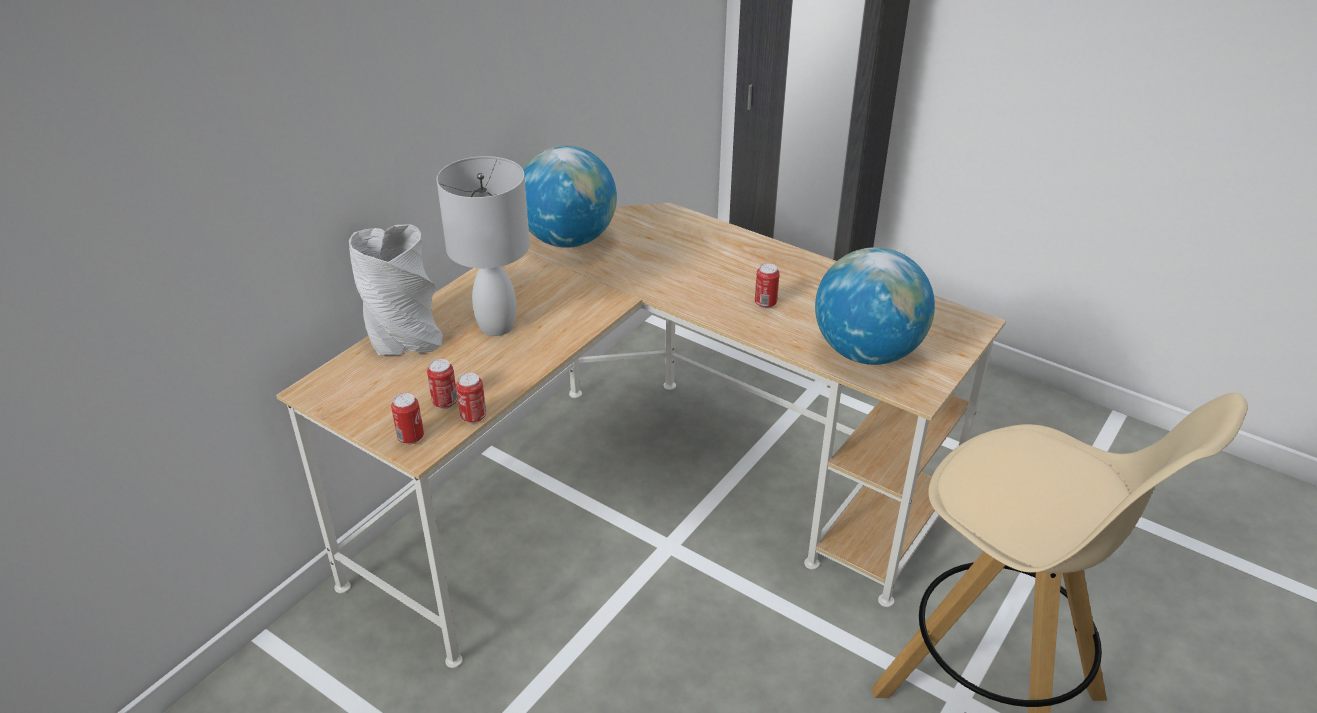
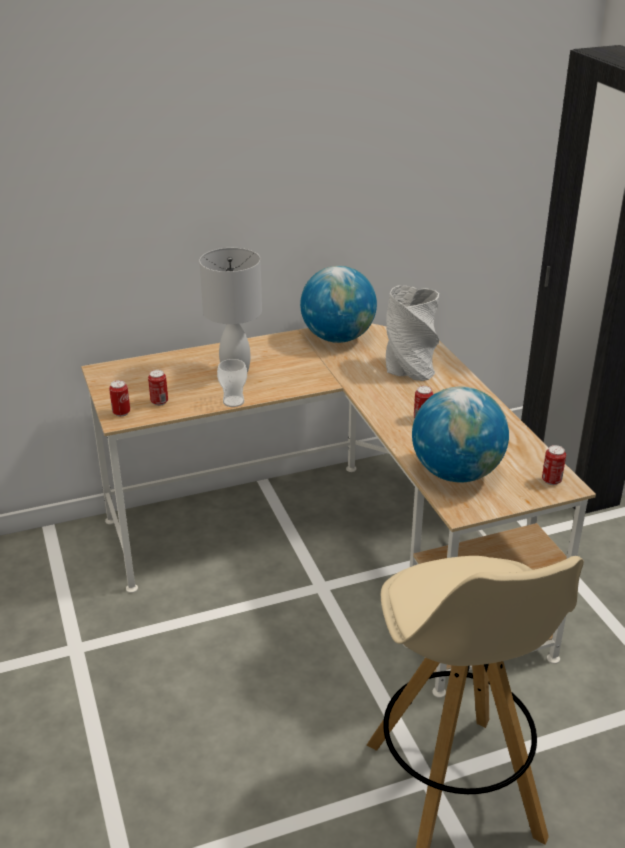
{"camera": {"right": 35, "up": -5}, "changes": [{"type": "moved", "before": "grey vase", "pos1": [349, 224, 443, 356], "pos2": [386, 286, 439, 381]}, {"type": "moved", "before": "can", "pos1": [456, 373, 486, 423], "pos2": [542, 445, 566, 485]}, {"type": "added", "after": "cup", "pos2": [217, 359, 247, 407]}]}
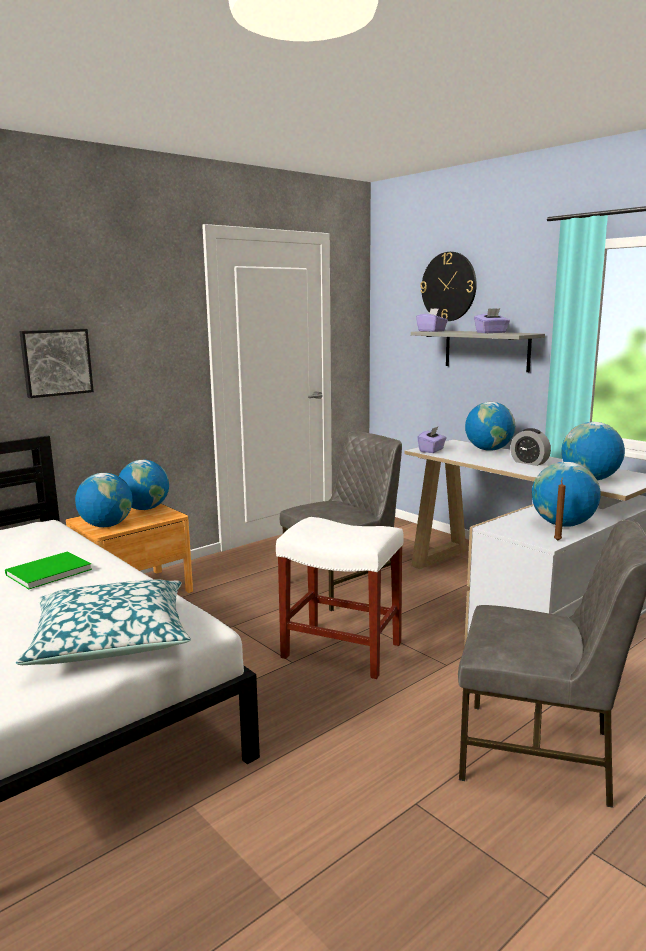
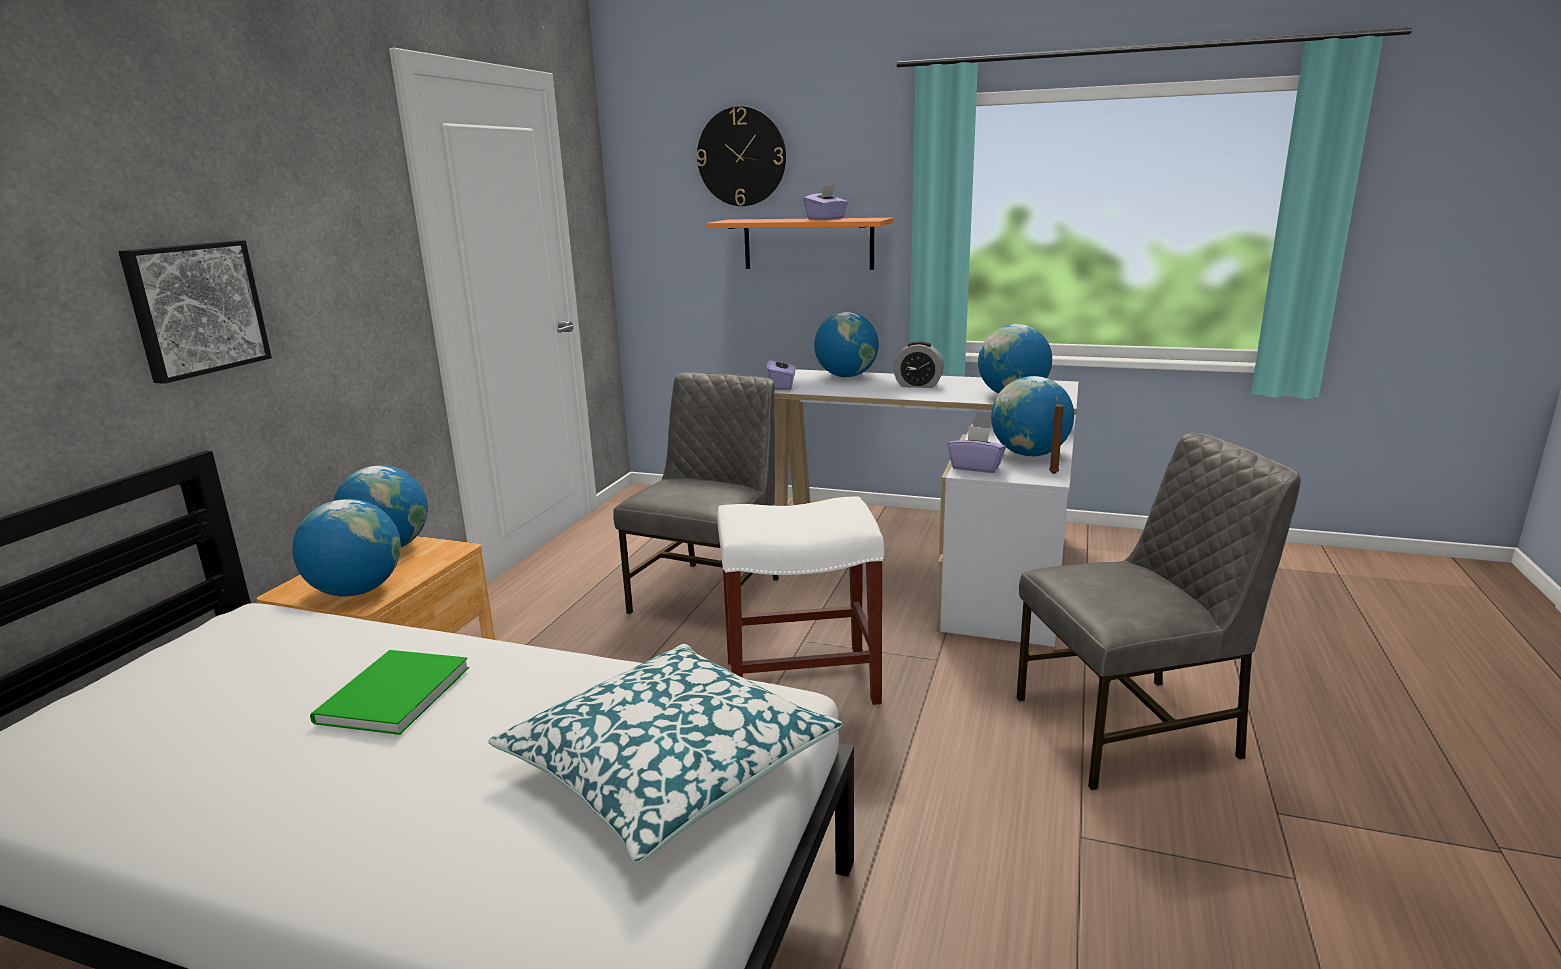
{"camera": {"right": -30, "up": 5}, "changes": [{"type": "moved", "before": "purple tissue box", "pos1": [416, 308, 448, 332], "pos2": [947, 426, 1006, 473]}, {"type": "recoloured", "before": "grey shelf", "after": "orange shelf", "pos1": [411, 331, 545, 372], "pos2": [706, 218, 893, 270]}]}
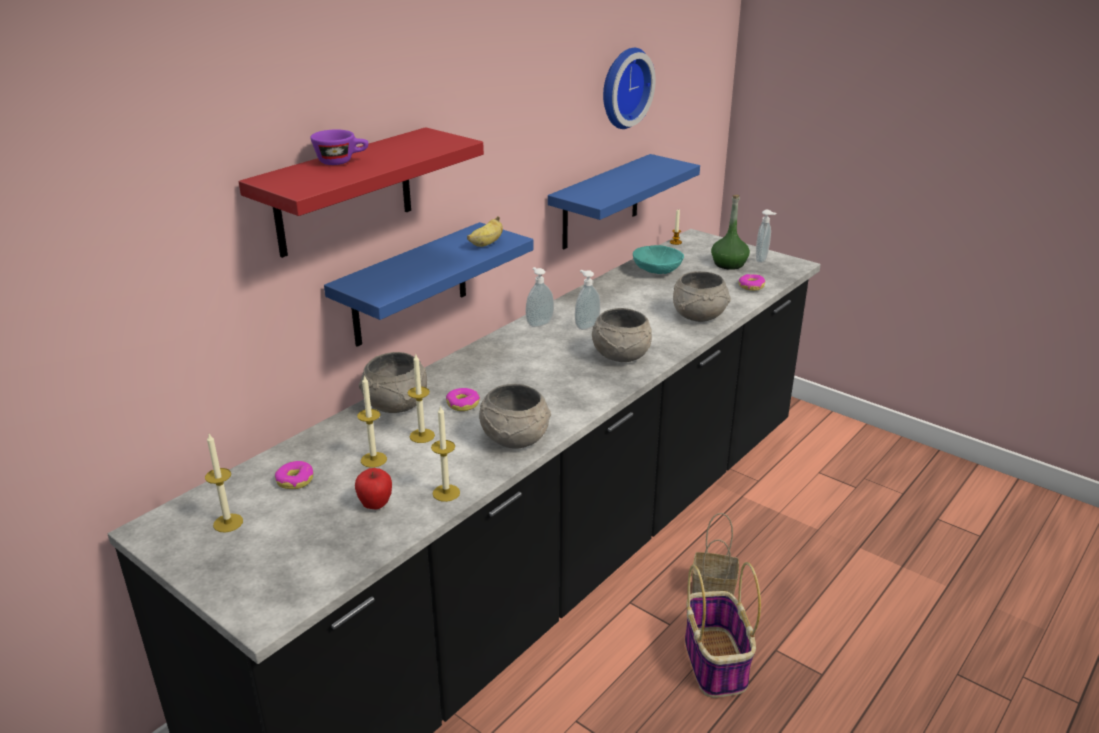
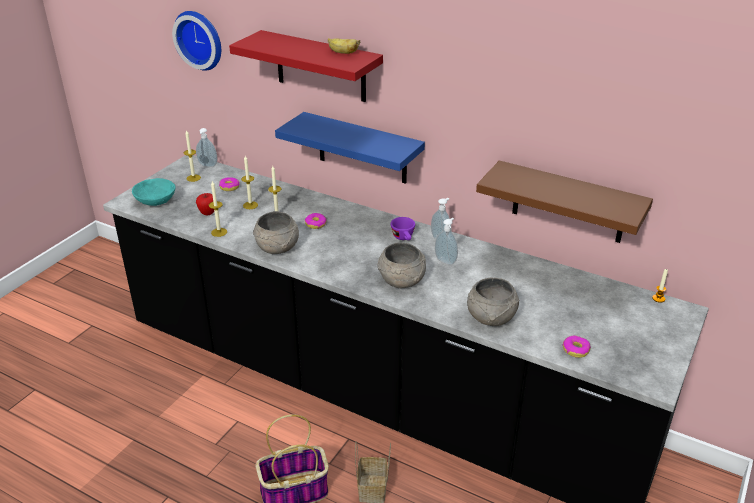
{"camera": {"right": 80, "up": 5}, "changes": [{"type": "moved", "before": "wall clock", "pos1": [603, 48, 656, 129], "pos2": [172, 11, 221, 71]}, {"type": "moved", "before": "purple cup", "pos1": [310, 129, 369, 165], "pos2": [391, 217, 415, 240]}, {"type": "recoloured", "before": "blue shelf", "after": "brown shelf", "pos1": [548, 154, 700, 249], "pos2": [476, 160, 653, 243]}, {"type": "removed", "before": "green bottle", "pos1": [711, 195, 750, 270]}, {"type": "moved", "before": "soap dispenser", "pos1": [756, 210, 777, 263], "pos2": [196, 128, 218, 167]}, {"type": "moved", "before": "banana", "pos1": [467, 216, 503, 247], "pos2": [328, 38, 360, 54]}, {"type": "moved", "before": "turquoise bowl", "pos1": [633, 245, 684, 274], "pos2": [132, 178, 176, 206]}, {"type": "removed", "before": "grey bowl", "pos1": [359, 352, 427, 413]}]}
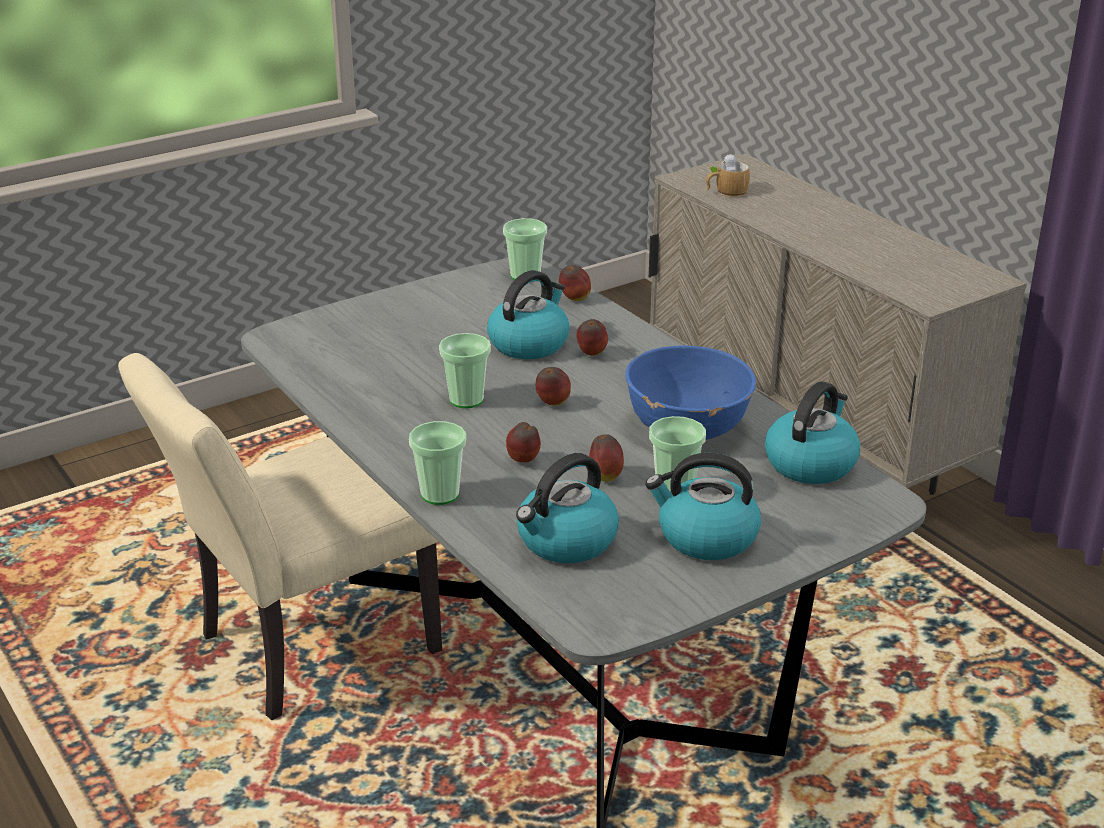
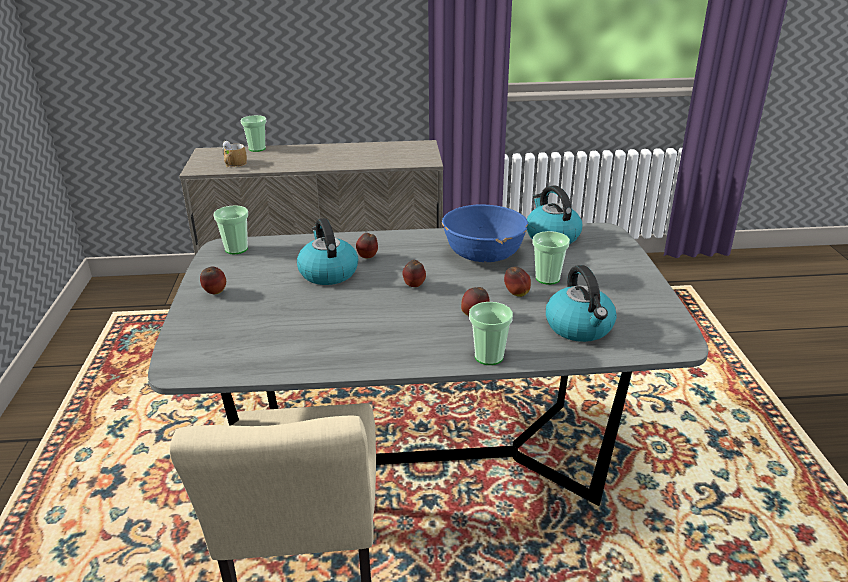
{"camera": {"right": -60, "up": 0}, "changes": [{"type": "moved", "before": "apple", "pos1": [559, 265, 591, 301], "pos2": [200, 267, 226, 294]}, {"type": "moved", "before": "cup", "pos1": [439, 333, 491, 408], "pos2": [240, 115, 266, 152]}, {"type": "removed", "before": "kettle", "pos1": [645, 453, 761, 560]}]}
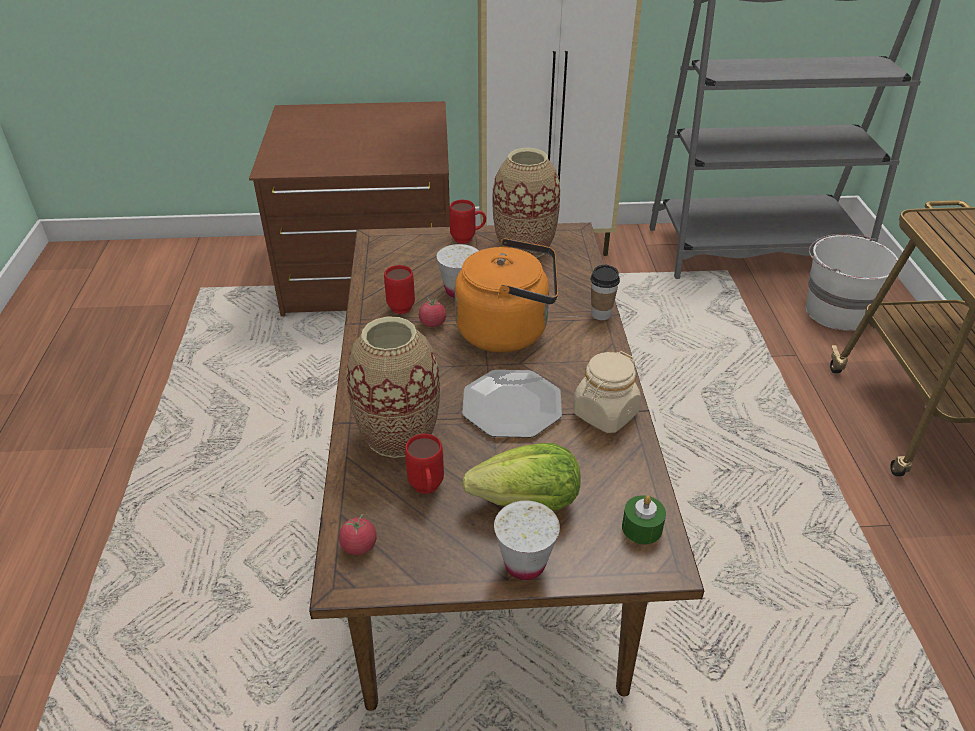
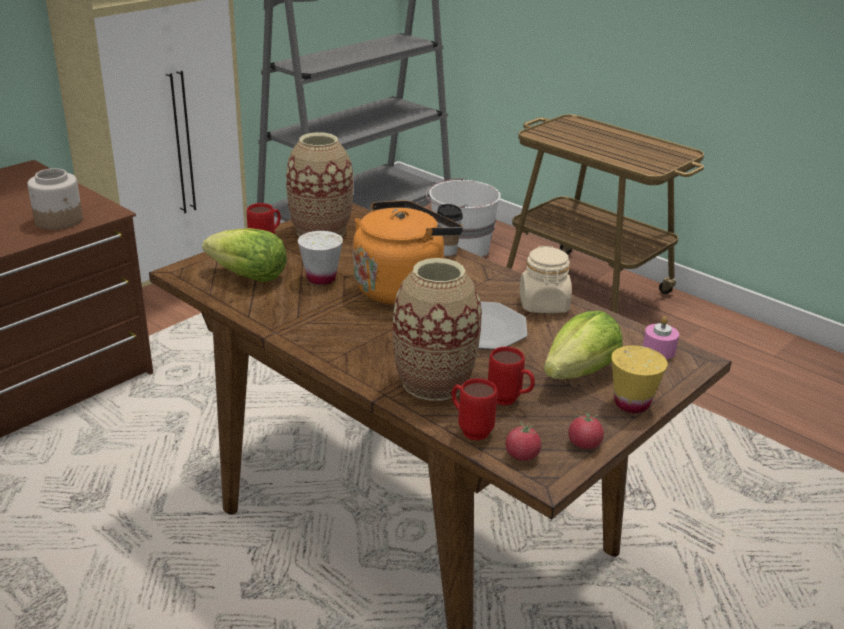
{"camera": {"right": -45, "up": -10}, "changes": [{"type": "moved", "before": "red mug", "pos1": [384, 265, 415, 314], "pos2": [452, 378, 497, 441]}, {"type": "moved", "before": "tomato", "pos1": [419, 297, 446, 327], "pos2": [568, 410, 604, 449]}, {"type": "recoloured", "before": "green candle", "after": "pink candle", "pos1": [622, 495, 666, 545], "pos2": [643, 316, 679, 359]}, {"type": "recoloured", "before": "white cup", "after": "yellow cup", "pos1": [494, 500, 560, 580], "pos2": [611, 345, 668, 413]}, {"type": "added", "after": "jar", "pos2": [27, 168, 83, 230]}, {"type": "added", "after": "lettuce", "pos2": [202, 228, 287, 282]}]}
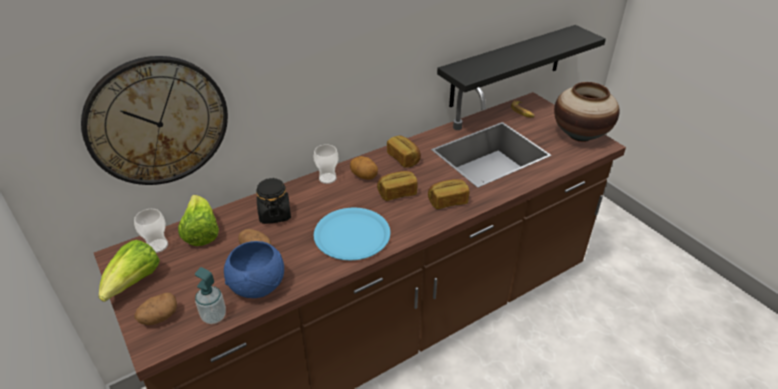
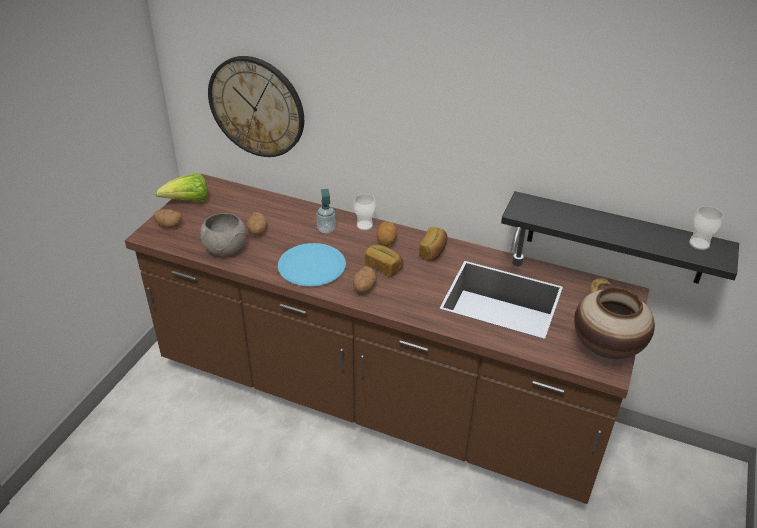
{"camera": {"right": 55, "up": 0}, "changes": [{"type": "removed", "before": "black jar", "pos1": [256, 177, 291, 224]}, {"type": "removed", "before": "bread", "pos1": [428, 179, 469, 209]}, {"type": "removed", "before": "lettuce", "pos1": [178, 195, 219, 246]}, {"type": "moved", "before": "cup", "pos1": [134, 209, 168, 253], "pos2": [689, 206, 724, 250]}, {"type": "recoloured", "before": "blue bowl", "after": "grey bowl", "pos1": [224, 241, 284, 298], "pos2": [200, 213, 247, 255]}, {"type": "moved", "before": "soap dispenser", "pos1": [195, 267, 226, 324], "pos2": [317, 189, 336, 234]}, {"type": "added", "after": "potato", "pos2": [353, 266, 377, 293]}]}
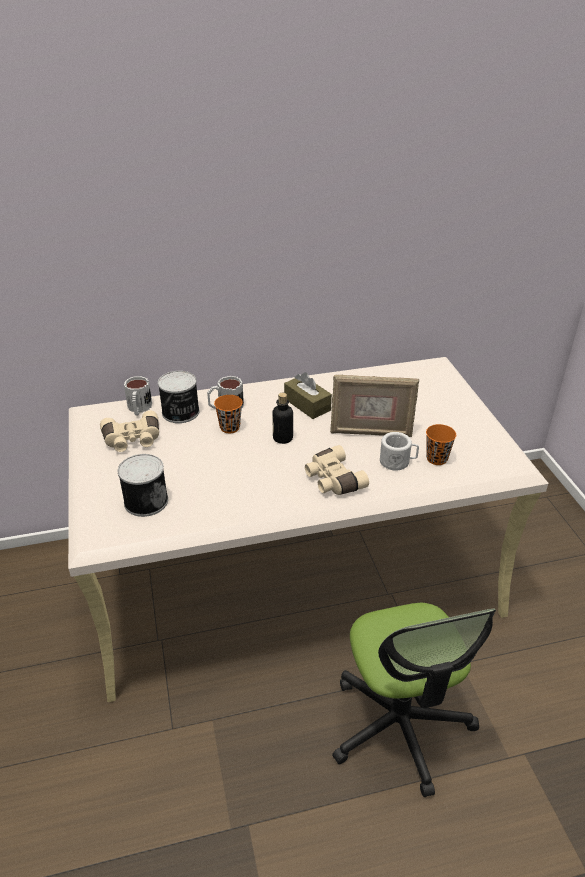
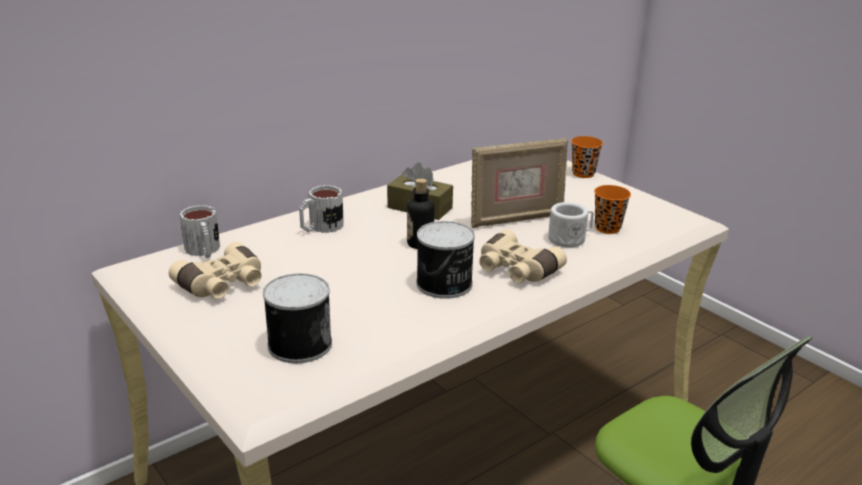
{"camera": {"right": -25, "up": -10}, "changes": [{"type": "moved", "before": "can", "pos1": [158, 371, 199, 423], "pos2": [416, 221, 475, 299]}, {"type": "moved", "before": "orange cup", "pos1": [214, 395, 243, 433], "pos2": [571, 136, 603, 178]}]}
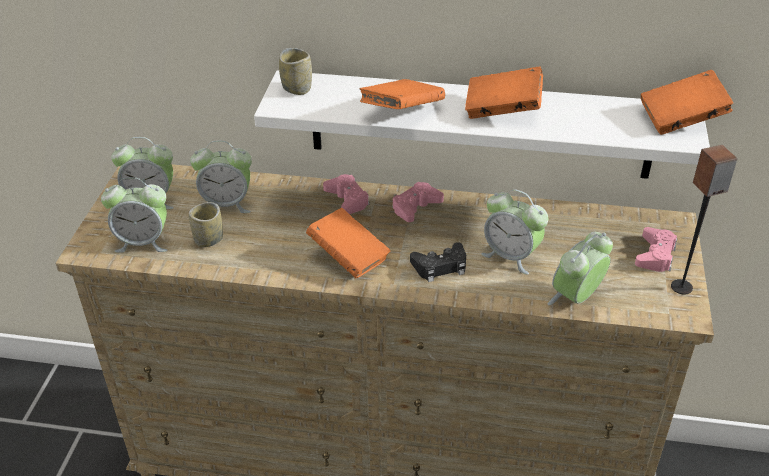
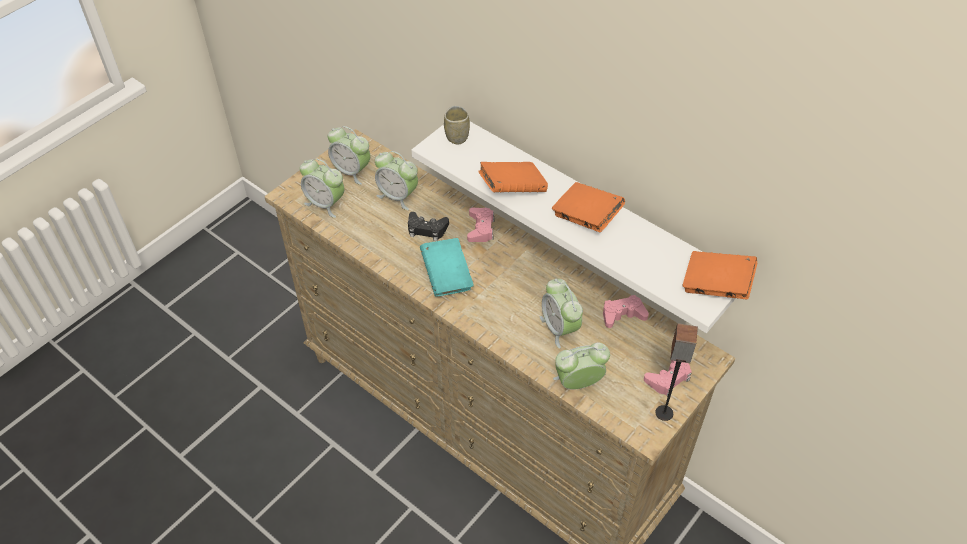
{"camera": {"right": 30, "up": 10}, "changes": [{"type": "moved", "before": "pink game controller", "pos1": [392, 182, 444, 222], "pos2": [603, 295, 649, 328]}, {"type": "removed", "before": "cup", "pos1": [188, 202, 223, 247]}, {"type": "recoloured", "before": "orange book", "after": "turquoise book", "pos1": [306, 208, 391, 278], "pos2": [420, 238, 474, 297]}, {"type": "moved", "before": "black game controller", "pos1": [410, 242, 466, 282], "pos2": [408, 212, 449, 241]}]}
